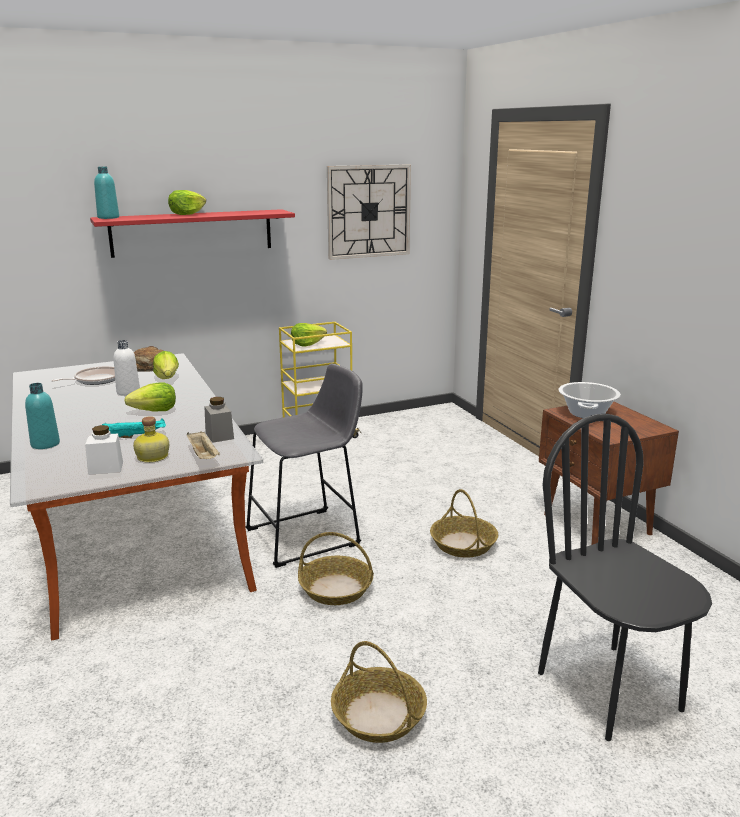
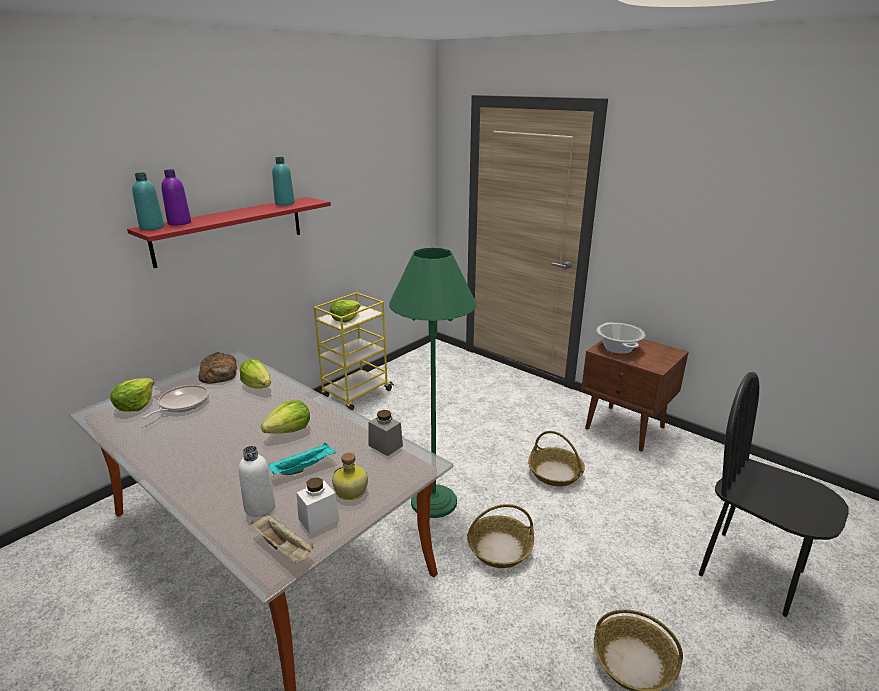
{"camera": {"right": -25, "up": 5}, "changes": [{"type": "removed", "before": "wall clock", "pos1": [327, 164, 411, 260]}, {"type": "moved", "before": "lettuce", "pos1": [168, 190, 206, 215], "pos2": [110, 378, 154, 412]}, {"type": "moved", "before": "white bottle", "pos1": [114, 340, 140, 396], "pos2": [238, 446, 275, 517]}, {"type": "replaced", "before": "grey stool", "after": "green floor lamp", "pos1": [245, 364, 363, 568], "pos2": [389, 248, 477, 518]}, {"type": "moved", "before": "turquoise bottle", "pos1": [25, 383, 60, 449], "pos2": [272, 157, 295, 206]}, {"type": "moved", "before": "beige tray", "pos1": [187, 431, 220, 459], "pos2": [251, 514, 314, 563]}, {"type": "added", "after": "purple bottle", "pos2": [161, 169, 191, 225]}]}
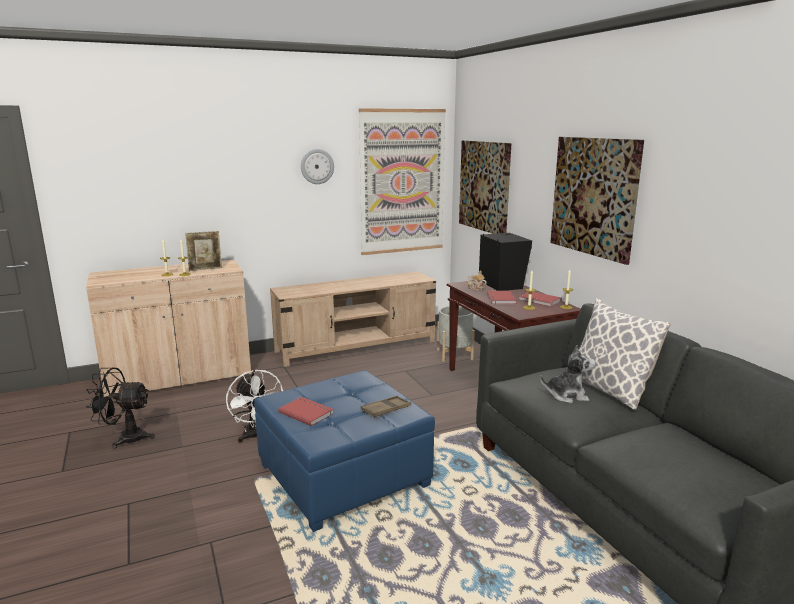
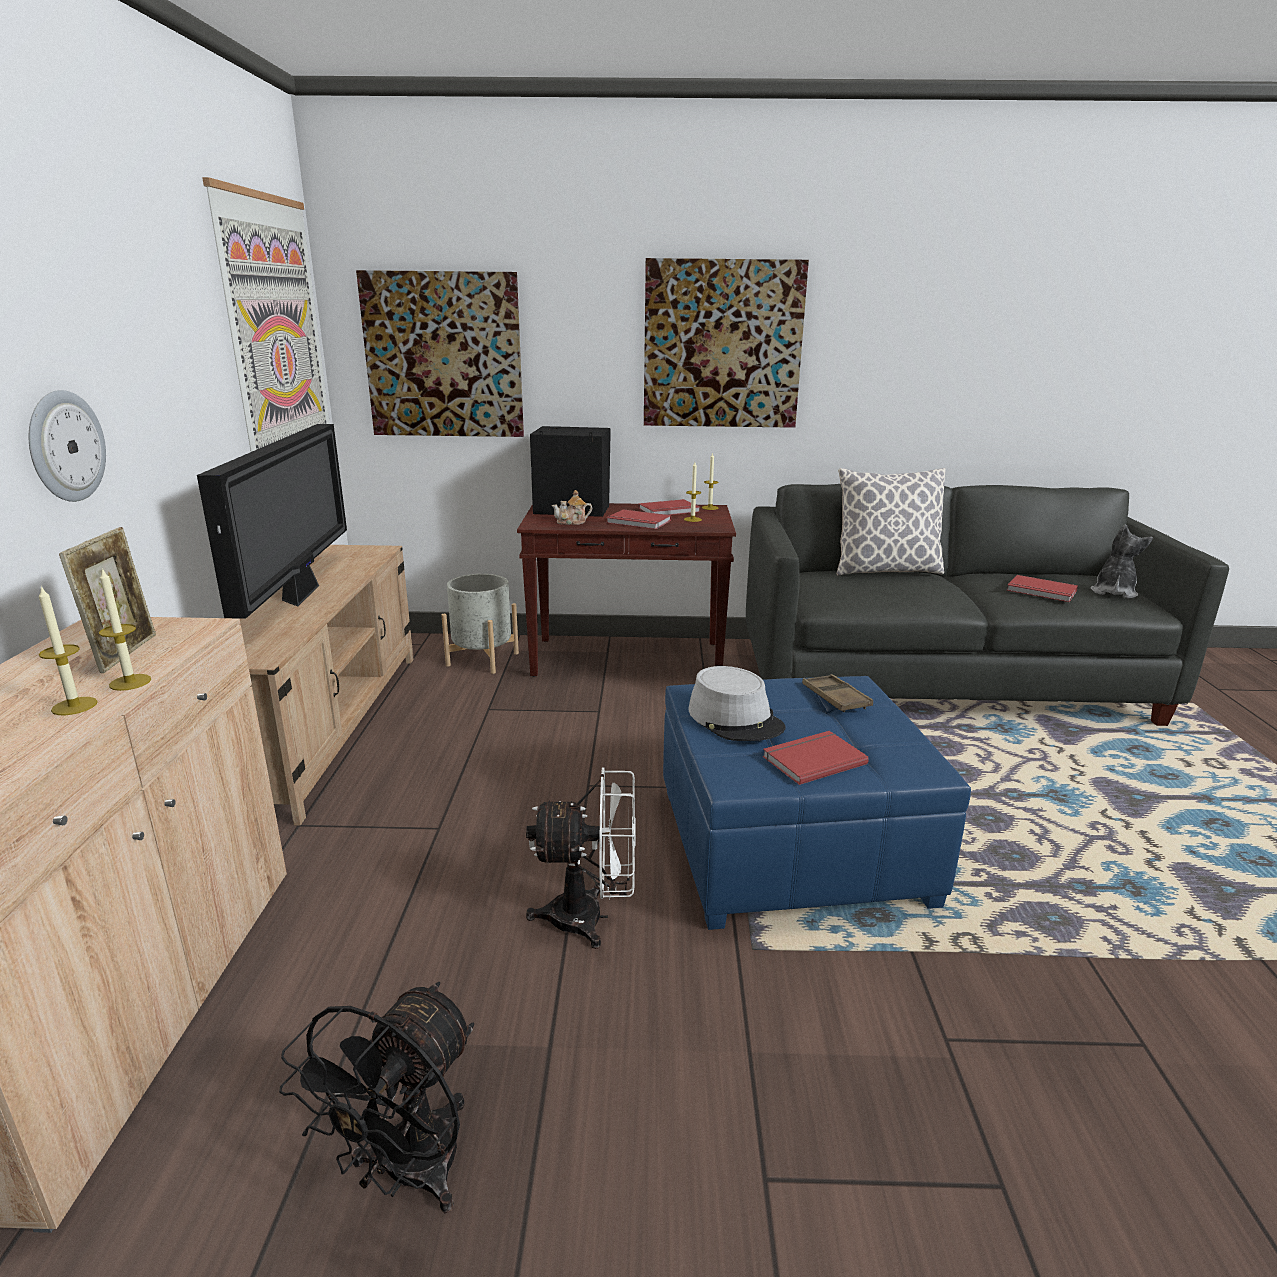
{"camera": {"right": -65, "up": 5}, "changes": [{"type": "moved", "before": "wall clock", "pos1": [301, 149, 334, 184], "pos2": [29, 390, 106, 502]}, {"type": "moved", "before": "plush toy", "pos1": [540, 345, 596, 403], "pos2": [1090, 525, 1153, 599]}, {"type": "added", "after": "television", "pos2": [197, 424, 347, 618]}, {"type": "added", "after": "red book", "pos2": [1007, 575, 1078, 602]}, {"type": "added", "after": "grey hat", "pos2": [688, 666, 785, 741]}]}
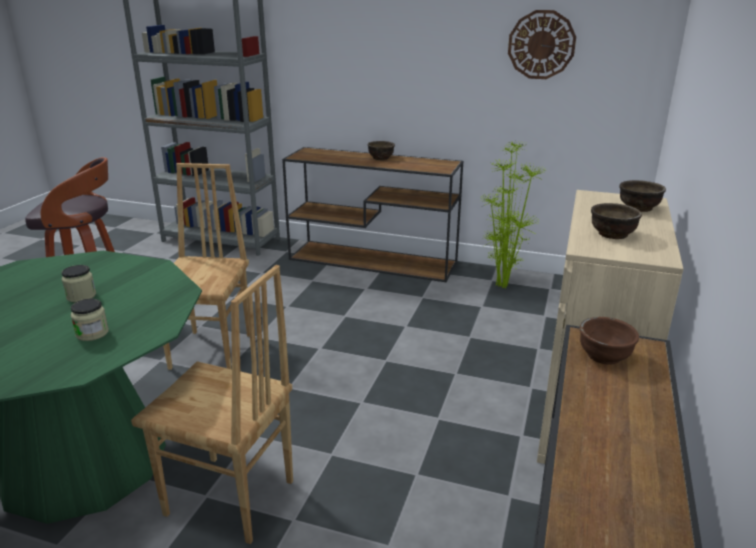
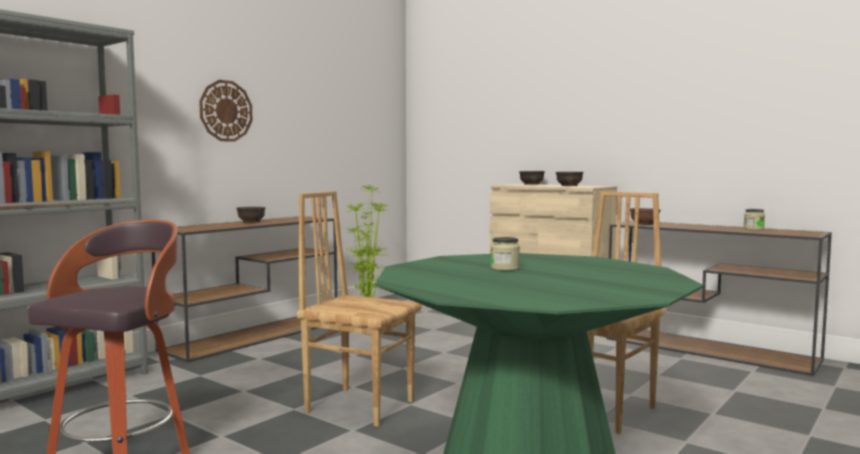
{"camera": {"right": -70, "up": -20}, "changes": [{"type": "moved", "before": "wall clock", "pos1": [508, 10, 576, 79], "pos2": [199, 80, 253, 142]}, {"type": "moved", "before": "jar", "pos1": [71, 299, 109, 341], "pos2": [743, 209, 765, 230]}]}
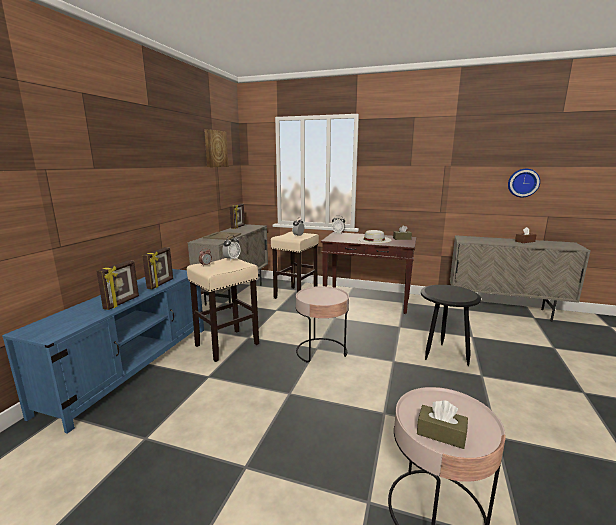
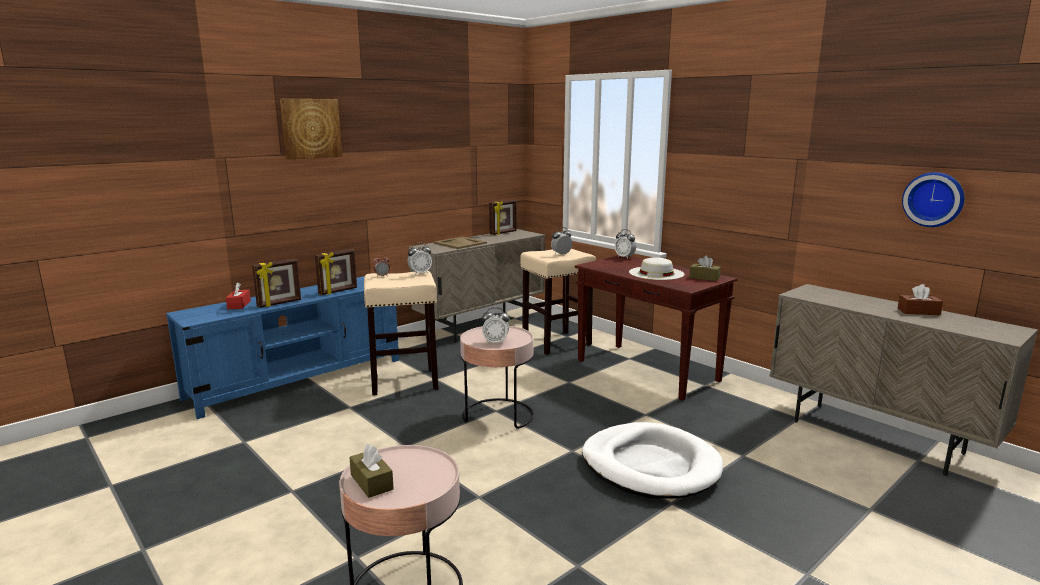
{"camera": {"right": 30, "up": 0}, "changes": [{"type": "moved", "before": "picture", "pos1": [204, 129, 228, 167], "pos2": [280, 99, 342, 160]}, {"type": "replaced", "before": "black side table", "after": "white dog bed", "pos1": [421, 285, 481, 366], "pos2": [582, 422, 723, 499]}, {"type": "added", "after": "red tissue box", "pos2": [226, 282, 251, 309]}, {"type": "added", "after": "alarm clock", "pos2": [482, 307, 509, 344]}]}
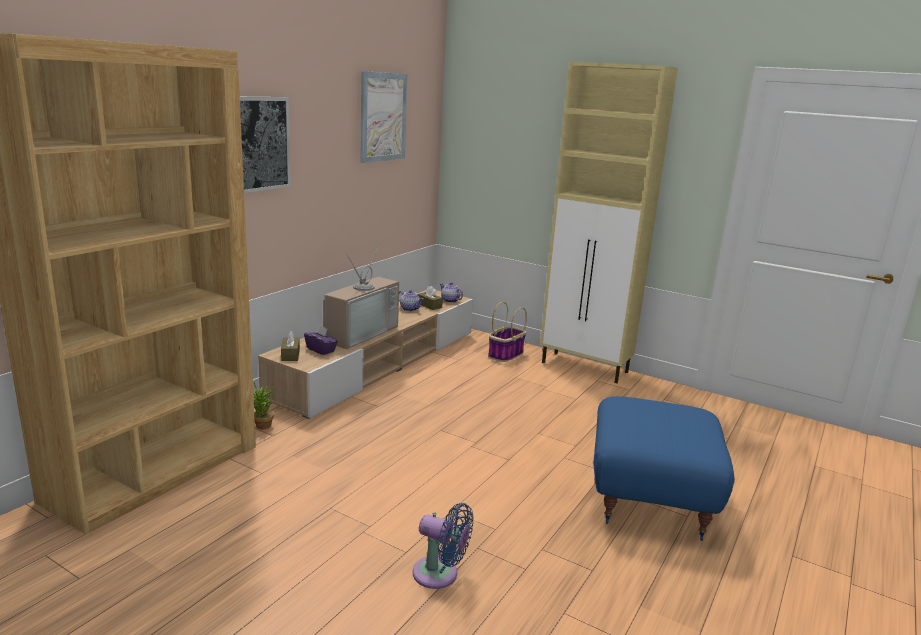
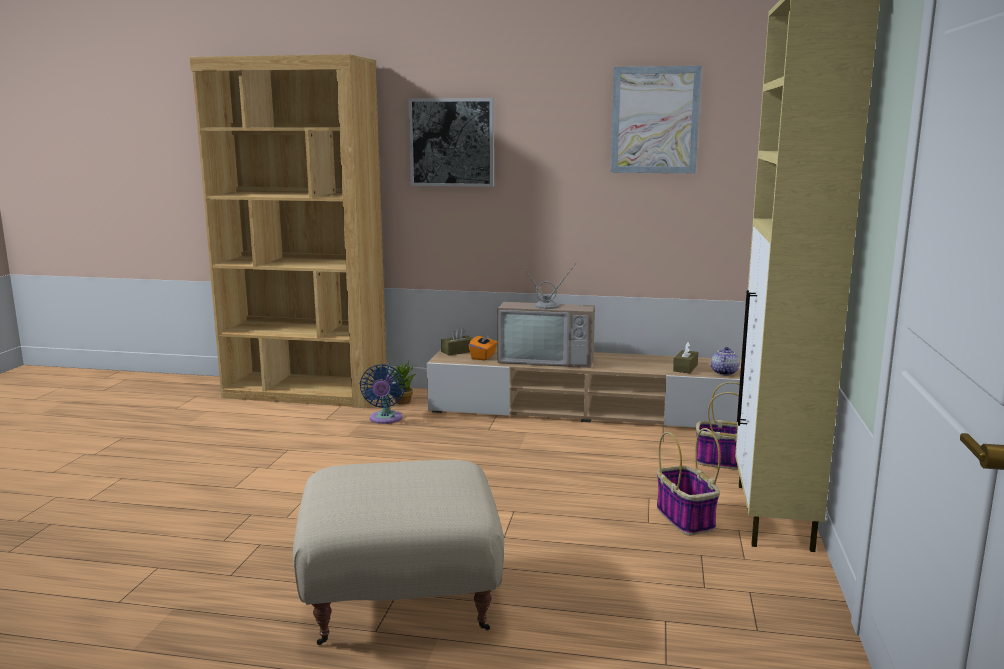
{"camera": {"right": 70, "up": -5}, "changes": [{"type": "removed", "before": "teapot", "pos1": [399, 290, 423, 311]}, {"type": "recoloured", "before": "purple tissue box", "after": "orange tissue box", "pos1": [304, 326, 338, 355], "pos2": [469, 332, 497, 361]}, {"type": "recoloured", "before": "blue ottoman", "after": "beige ottoman", "pos1": [594, 396, 735, 541], "pos2": [293, 460, 504, 645]}, {"type": "moved", "before": "blue fan", "pos1": [413, 503, 474, 589], "pos2": [360, 364, 405, 424]}, {"type": "added", "after": "basket", "pos2": [657, 428, 721, 535]}]}
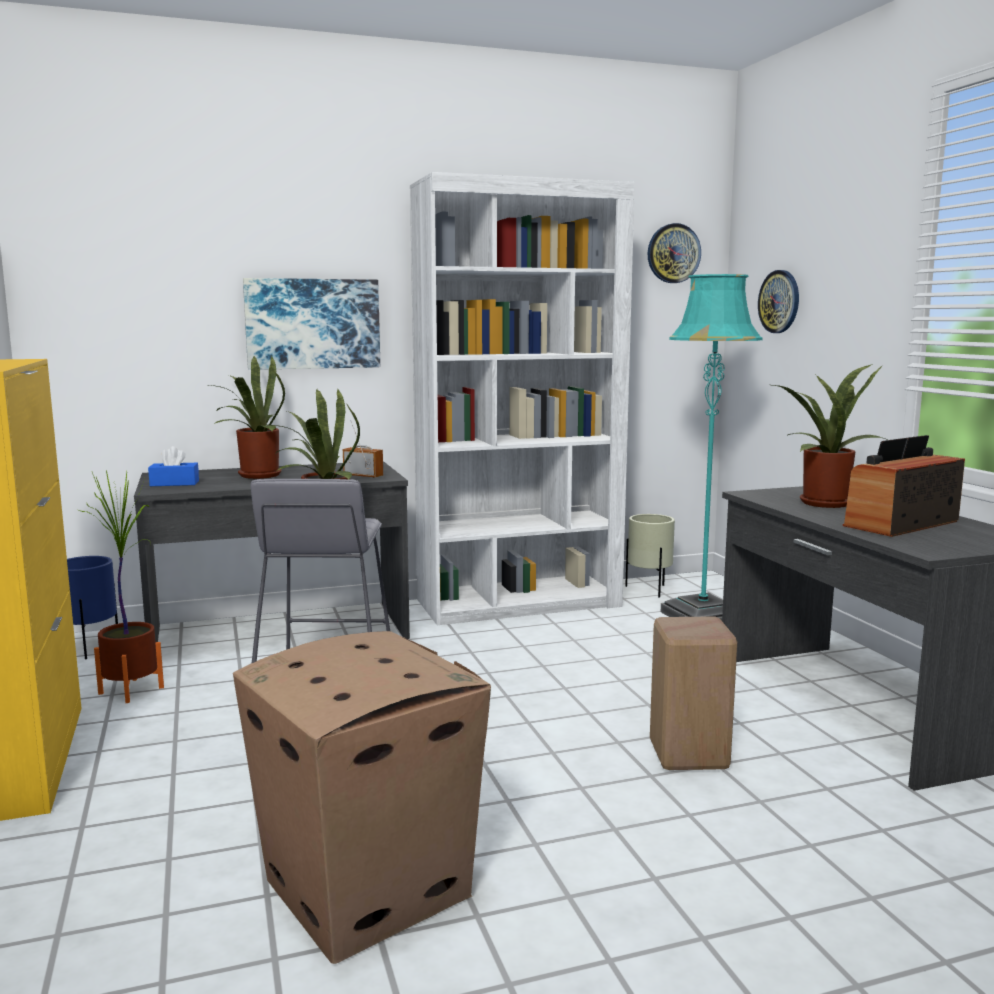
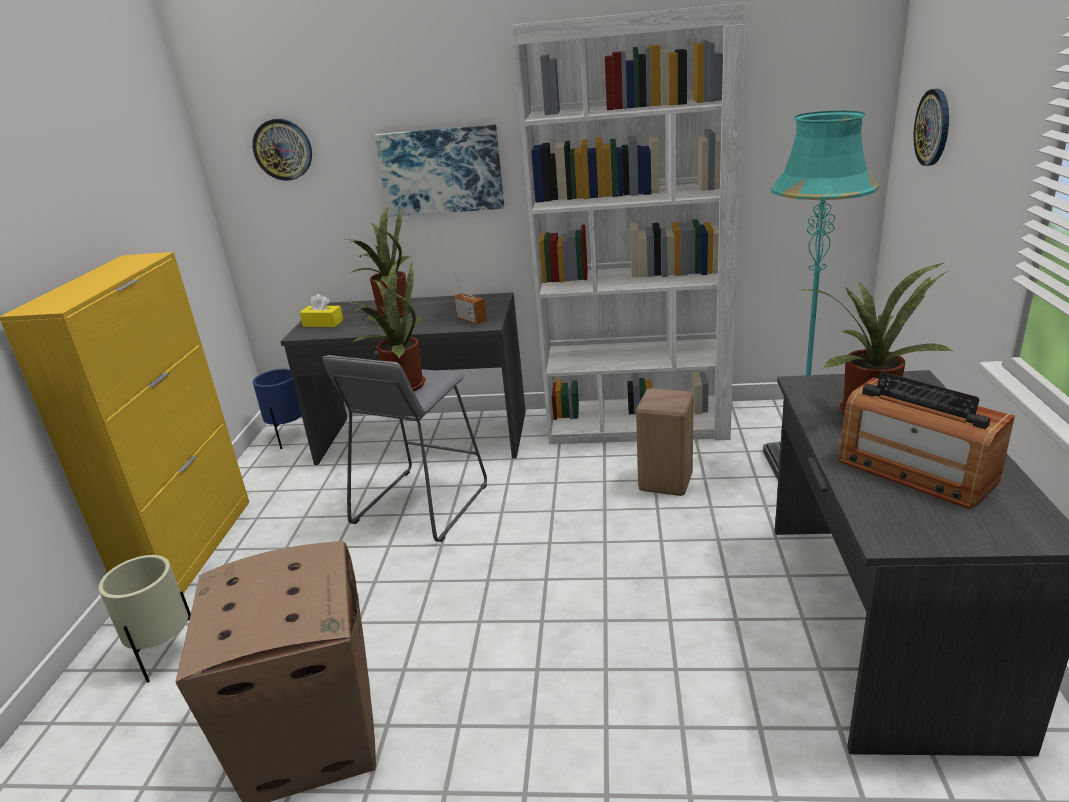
{"camera": {"right": 25, "up": 15}, "changes": [{"type": "moved", "before": "wall clock", "pos1": [648, 223, 701, 283], "pos2": [252, 119, 312, 181]}, {"type": "turned", "before": "radio", "pos1": [843, 435, 965, 537], "pos2": [839, 372, 1015, 509], "turn": -120}, {"type": "recoloured", "before": "blue tissue box", "after": "yellow tissue box", "pos1": [148, 446, 199, 486], "pos2": [299, 294, 343, 327]}, {"type": "removed", "before": "potted plant", "pos1": [79, 470, 164, 703]}, {"type": "moved", "before": "beige planter", "pos1": [625, 514, 675, 597], "pos2": [98, 555, 191, 683]}, {"type": "moved", "before": "beige stool", "pos1": [650, 616, 737, 770], "pos2": [636, 388, 693, 496]}]}
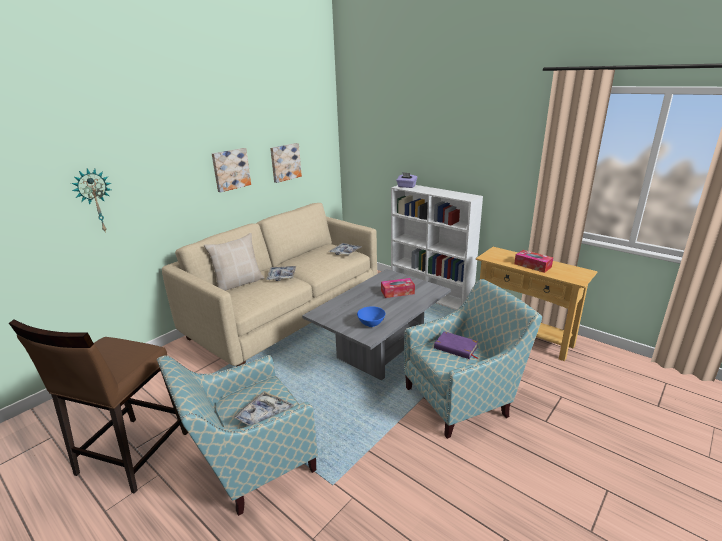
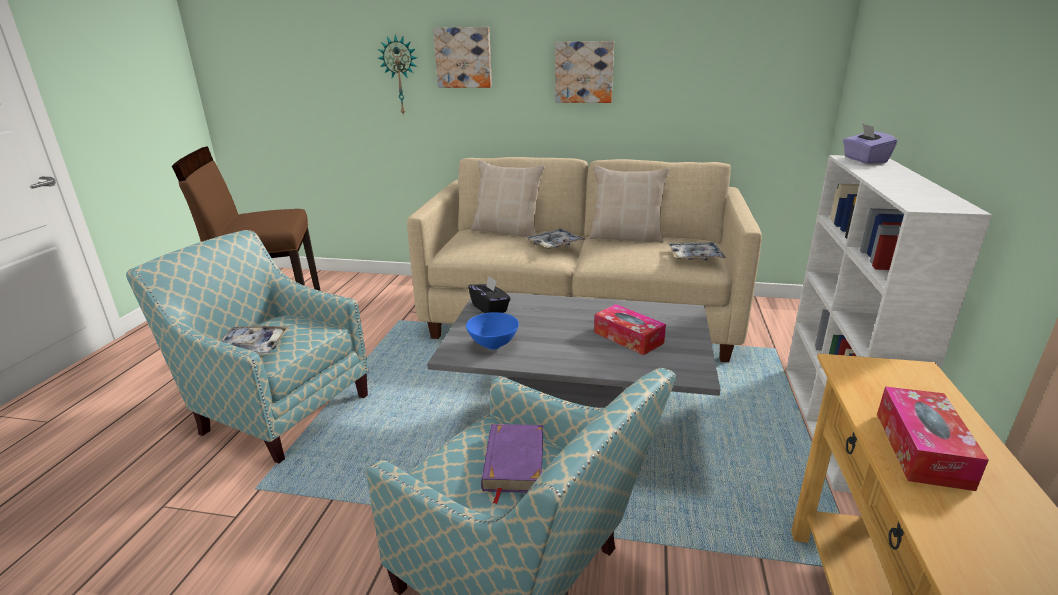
{"camera": {"right": 60, "up": 0}, "changes": [{"type": "moved", "before": "picture", "pos1": [270, 143, 302, 183], "pos2": [433, 27, 492, 88]}, {"type": "added", "after": "beige pillow", "pos2": [589, 165, 669, 243]}, {"type": "added", "after": "black tissue box", "pos2": [468, 276, 511, 313]}]}
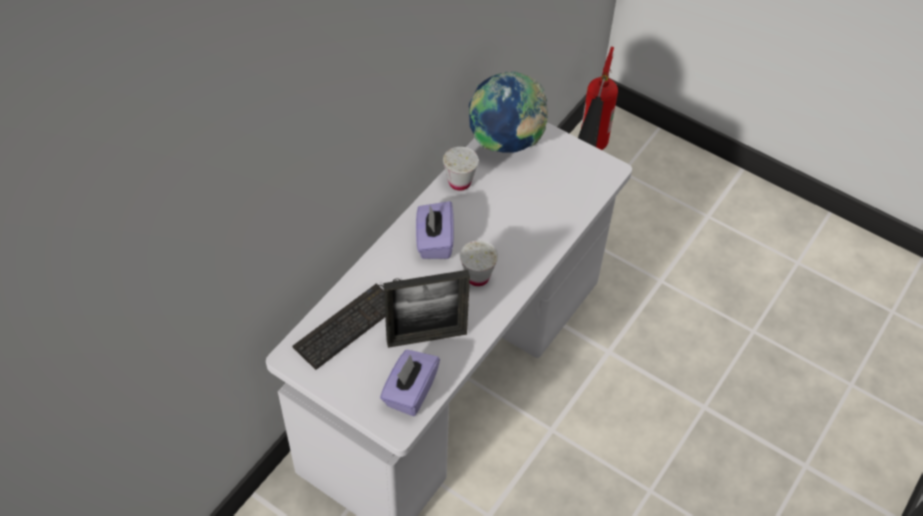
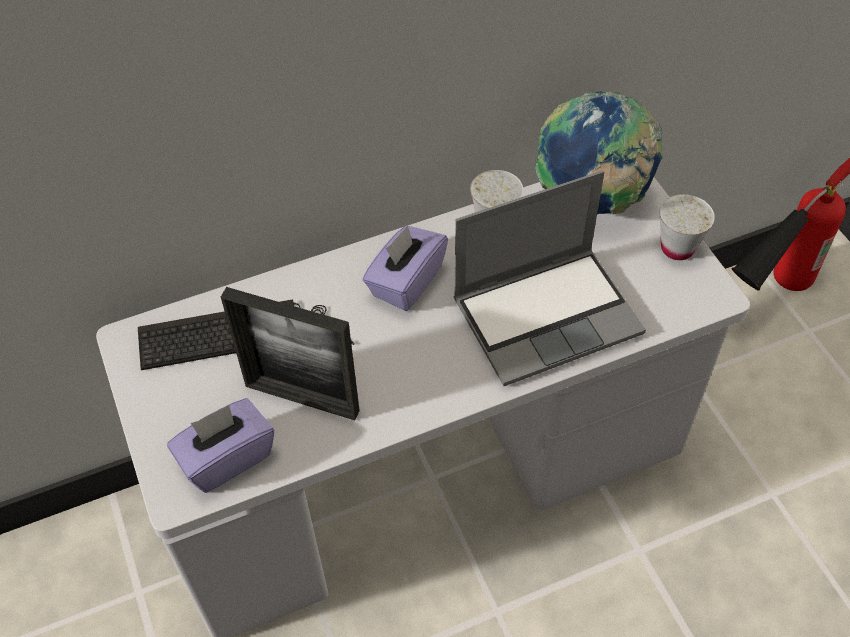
{"camera": {"right": 35, "up": 0}, "changes": [{"type": "moved", "before": "white cup", "pos1": [460, 240, 498, 286], "pos2": [660, 194, 715, 260]}, {"type": "added", "after": "laptop", "pos2": [453, 171, 646, 386]}]}
